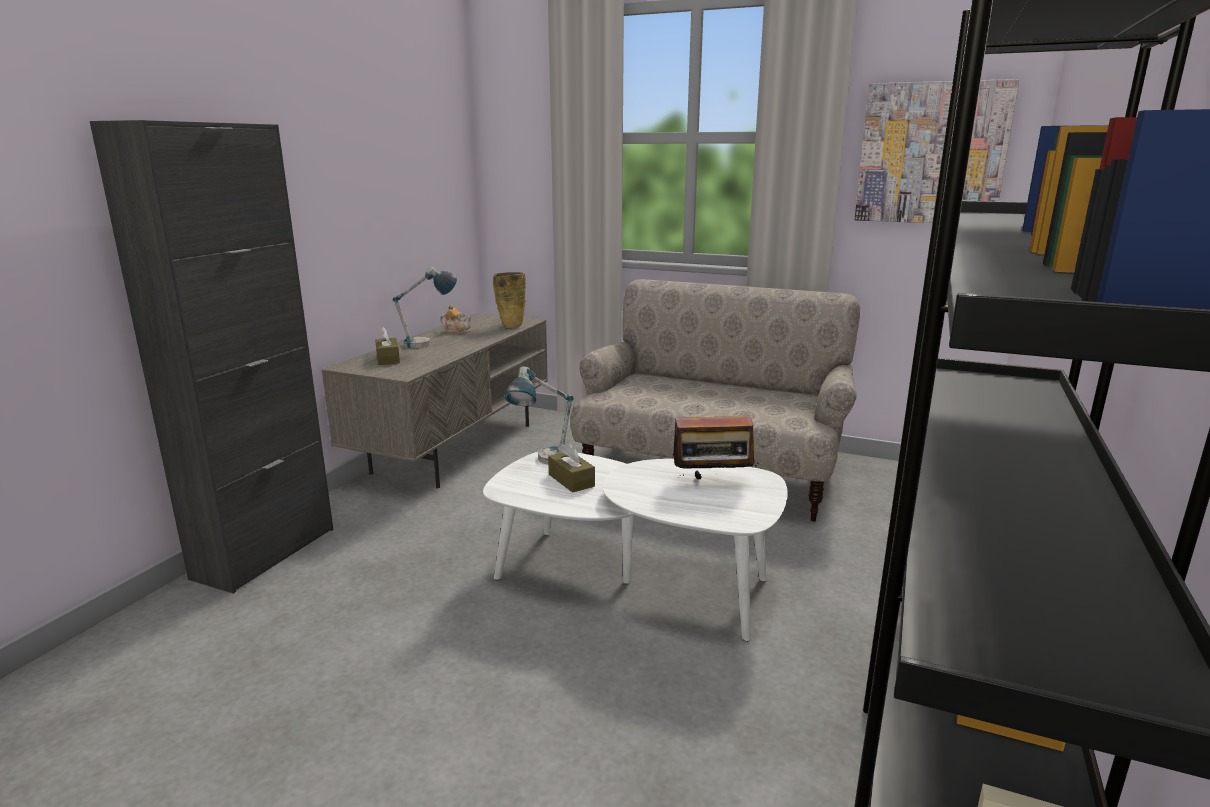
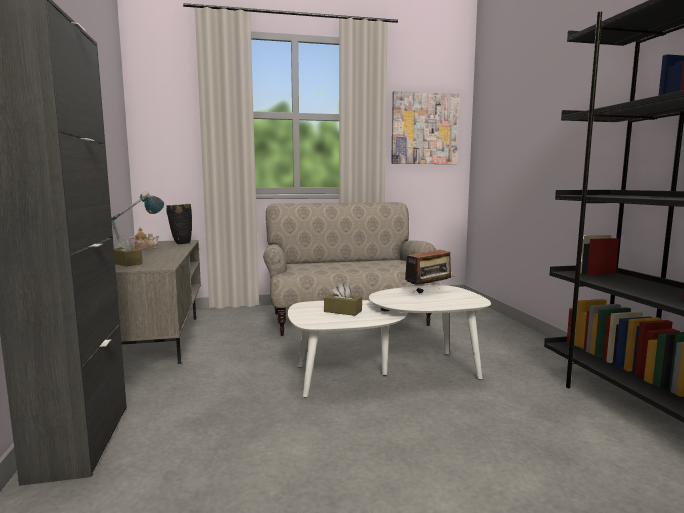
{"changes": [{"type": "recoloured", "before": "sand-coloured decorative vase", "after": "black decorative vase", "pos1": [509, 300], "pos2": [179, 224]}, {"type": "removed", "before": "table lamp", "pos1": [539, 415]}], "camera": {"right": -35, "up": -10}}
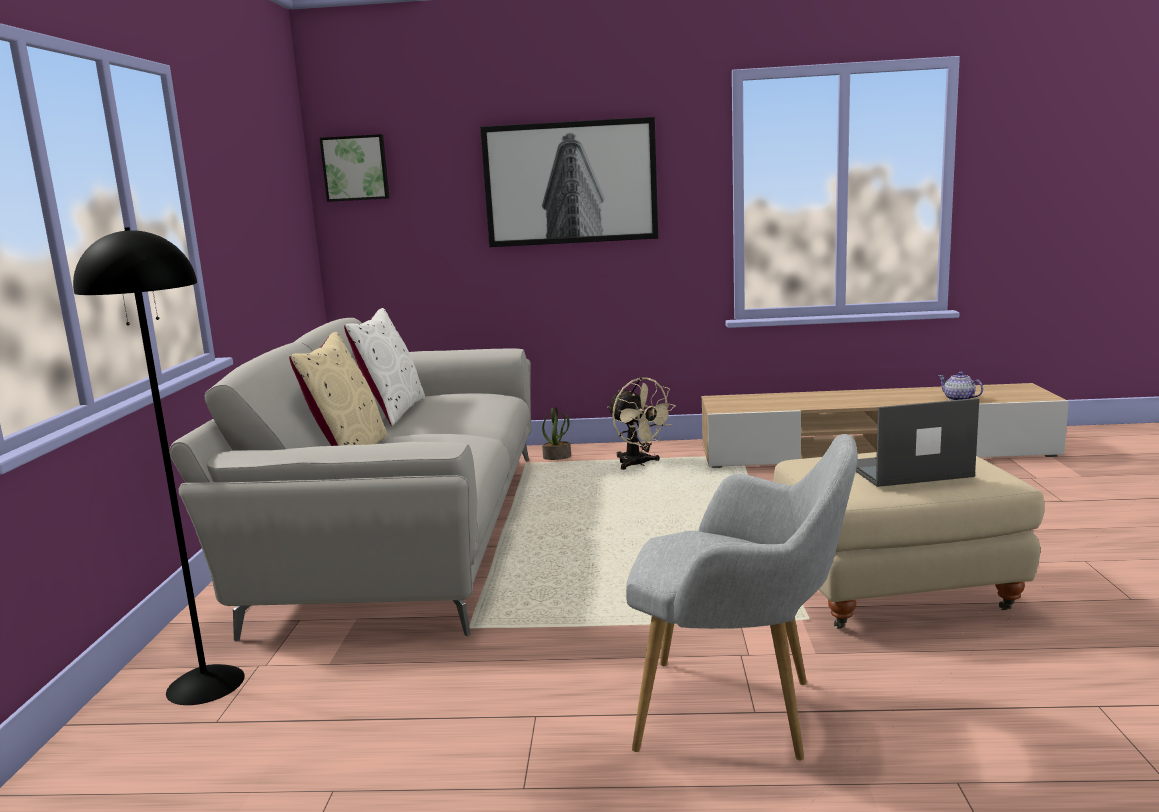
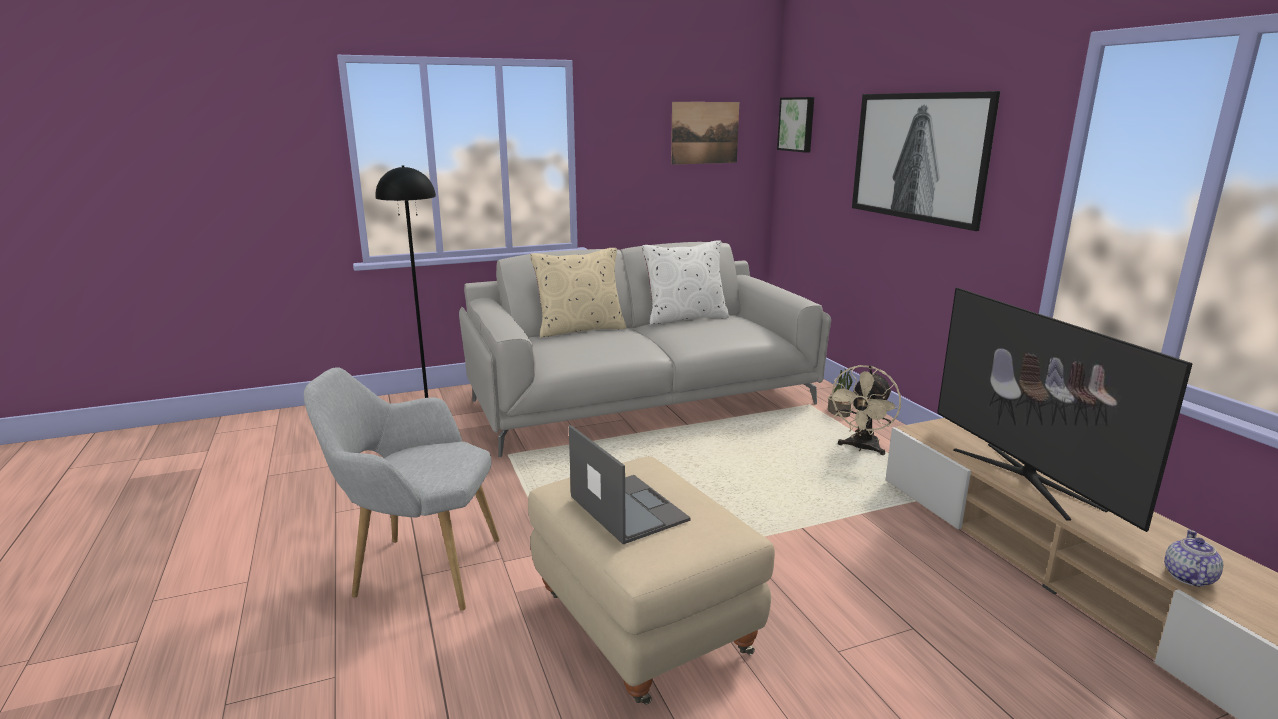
{"changes": [{"type": "turned", "before": "greyish easy chair", "pos1": [742, 597], "pos2": [401, 489], "turn": 105}, {"type": "added", "after": "wall art", "pos2": [705, 133]}, {"type": "added", "after": "TV set", "pos2": [1064, 409]}], "camera": {"right": 65, "up": 5}}
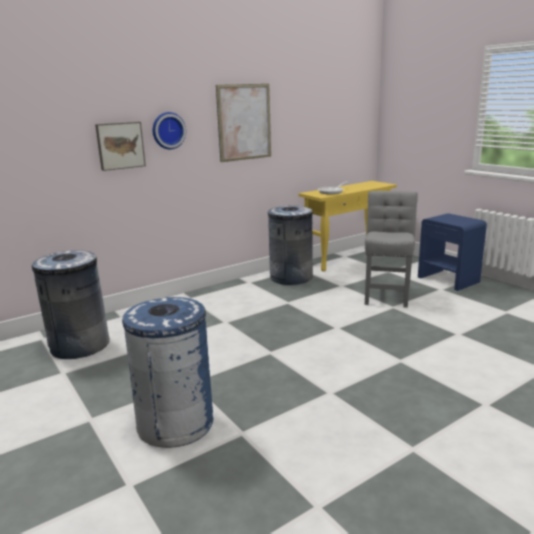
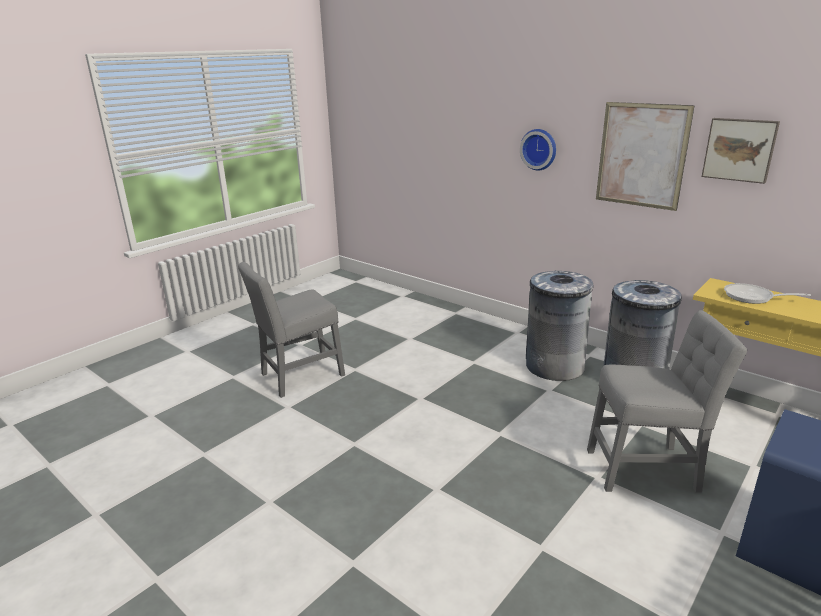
{"changes": [{"type": "moved", "before": "greyish trash can", "pos1": [71, 304], "pos2": [559, 326]}, {"type": "moved", "before": "wall art", "pos1": [120, 146], "pos2": [741, 151]}, {"type": "replaced", "before": "blue-coloured trash can", "after": "greyish plain chair", "pos1": [167, 372], "pos2": [291, 330]}], "camera": {"right": 75, "up": 5}}
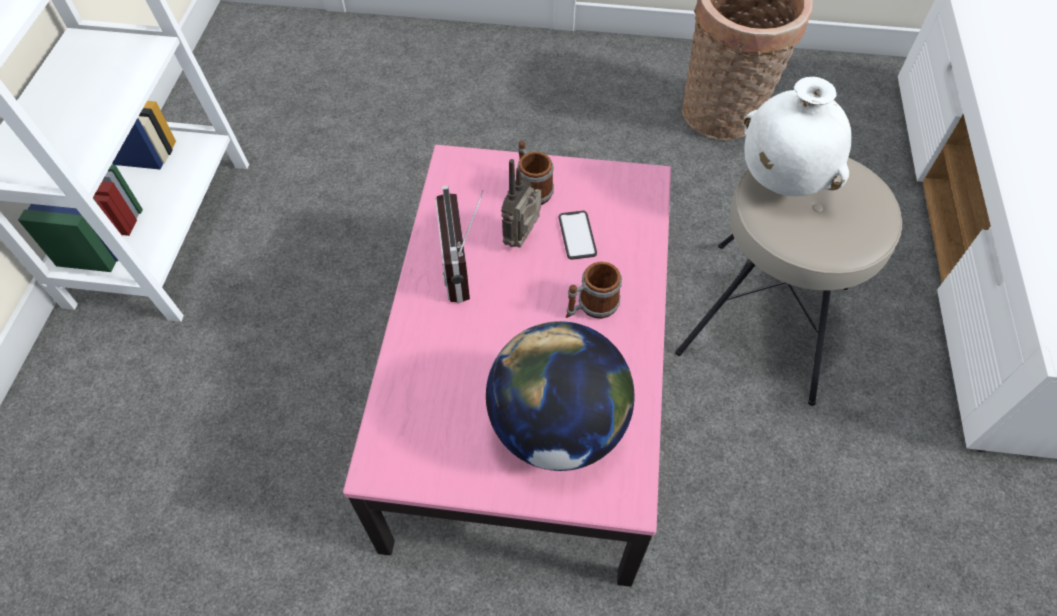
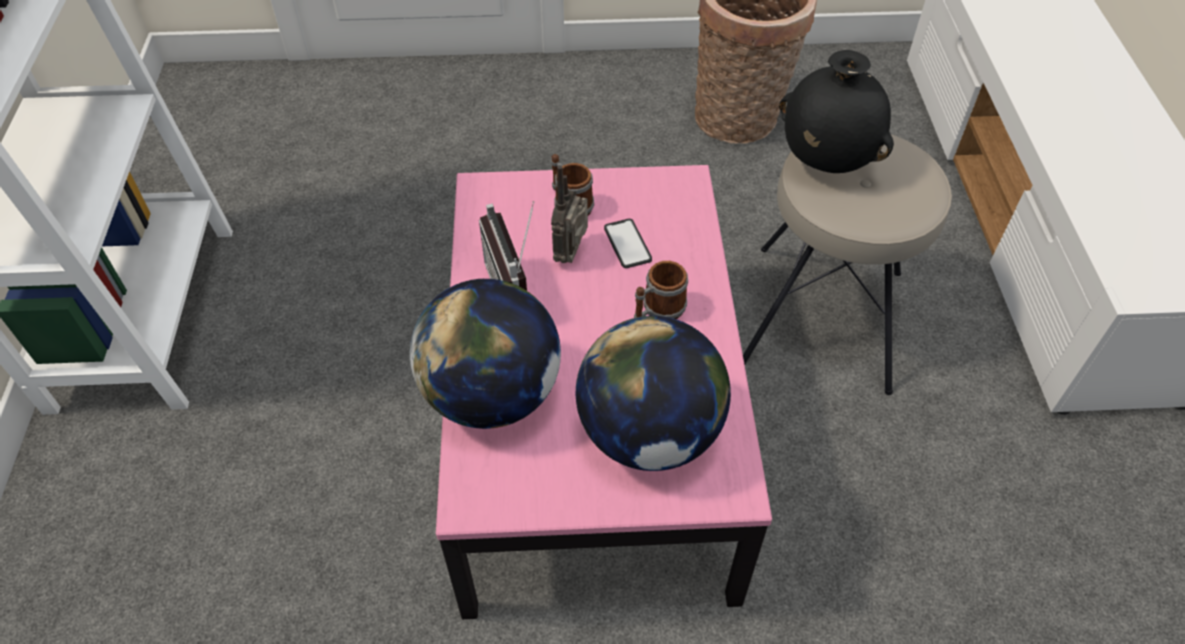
{"changes": [{"type": "recoloured", "before": "white decorative vase", "after": "black decorative vase", "pos1": [797, 137], "pos2": [836, 111]}, {"type": "added", "after": "world globe", "pos2": [485, 354]}], "camera": {"right": -10, "up": -5}}
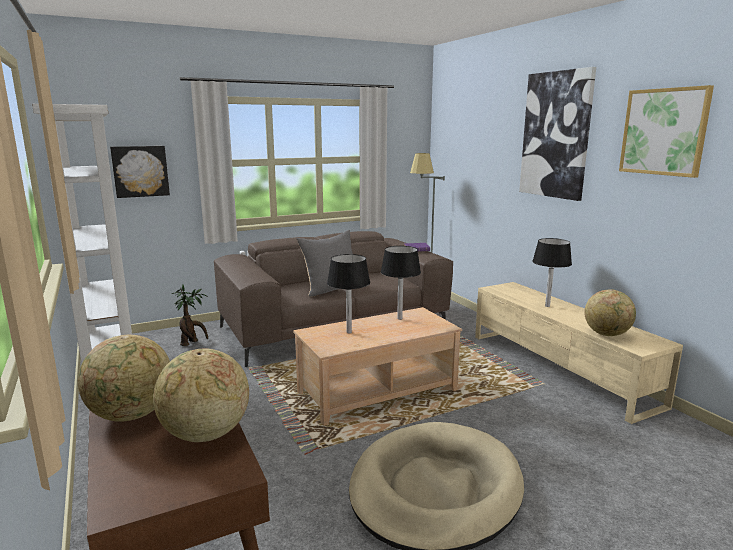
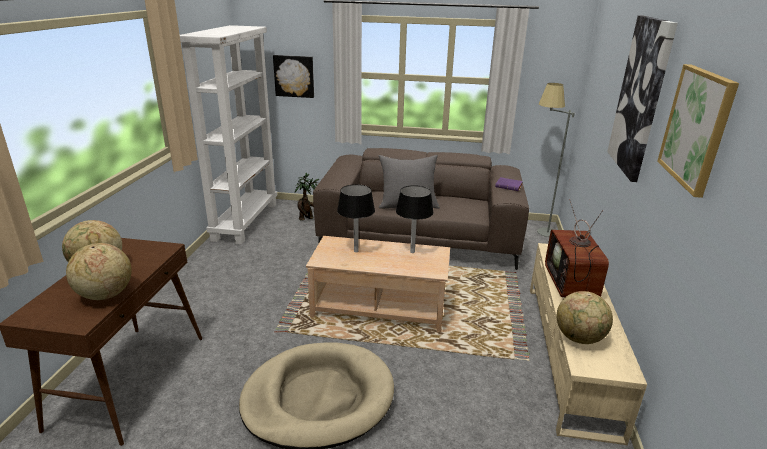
{"changes": [{"type": "replaced", "before": "black table lamp", "after": "TV set", "pos1": [552, 272], "pos2": [577, 248]}], "camera": {"right": 35, "up": 10}}
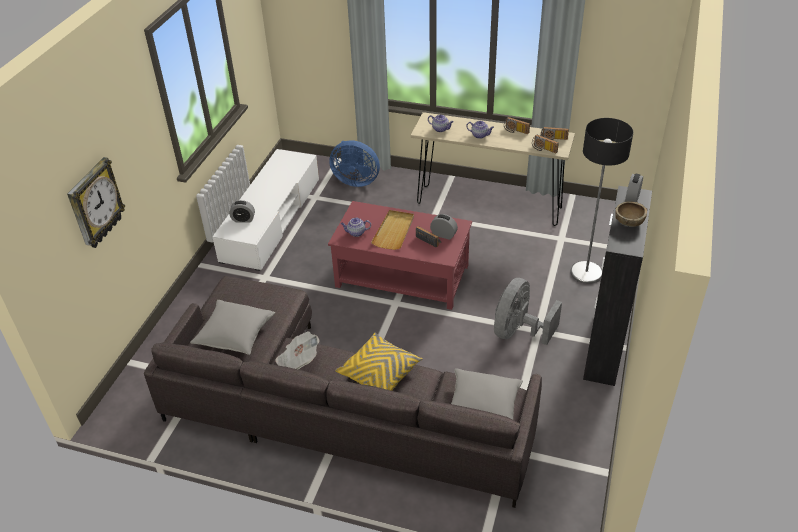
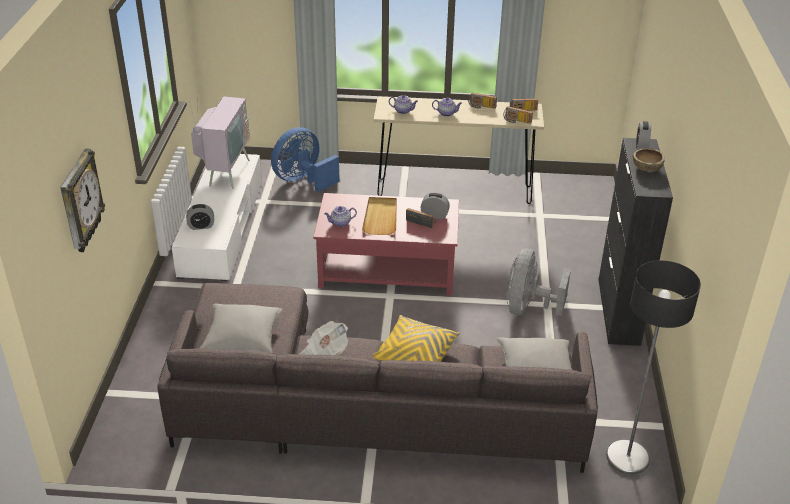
{"changes": [{"type": "turned", "before": "blue-coloured cooling fan", "pos1": [355, 163], "pos2": [305, 159], "turn": 135}, {"type": "moved", "before": "floor lamp", "pos1": [602, 201], "pos2": [653, 367]}, {"type": "added", "after": "TV set", "pos2": [219, 140]}], "camera": {"right": -15, "up": -5}}
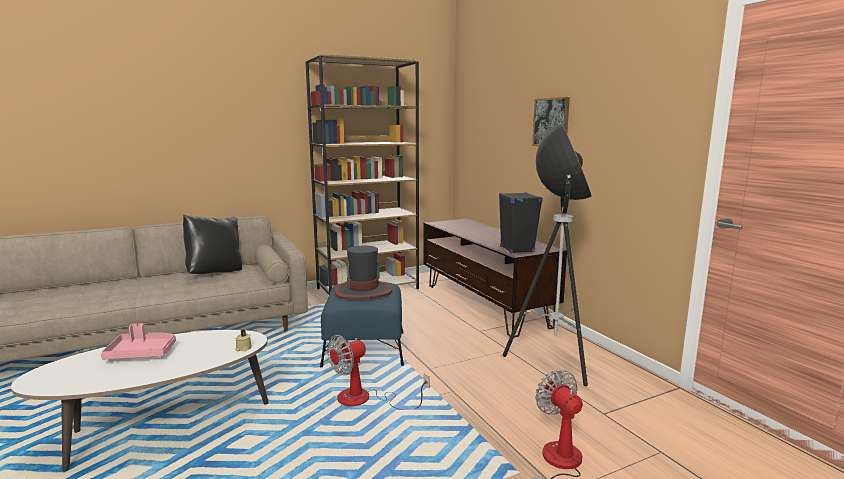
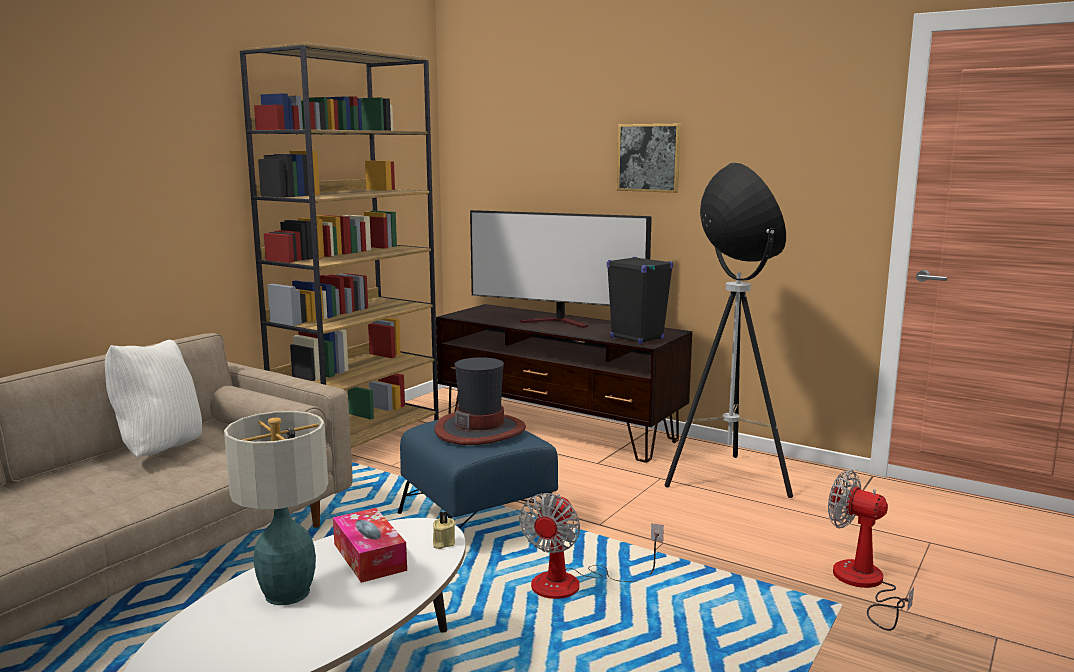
{"changes": [{"type": "replaced", "before": "pink-coloured carrying tray", "after": "table lamp", "pos1": [138, 341], "pos2": [276, 508]}, {"type": "recoloured", "before": "black throw pillow", "after": "white throw pillow", "pos1": [212, 244], "pos2": [153, 398]}, {"type": "added", "after": "tissue holder", "pos2": [370, 545]}, {"type": "added", "after": "TV set", "pos2": [561, 269]}], "camera": {"right": -30, "up": 0}}
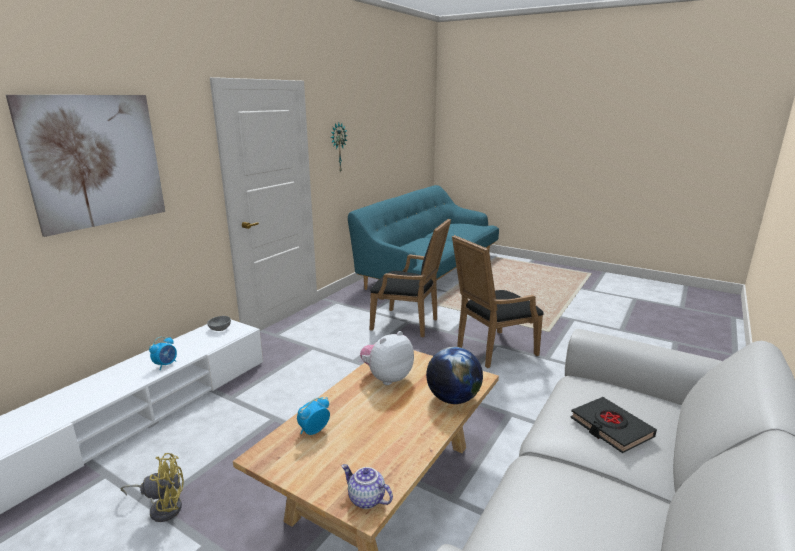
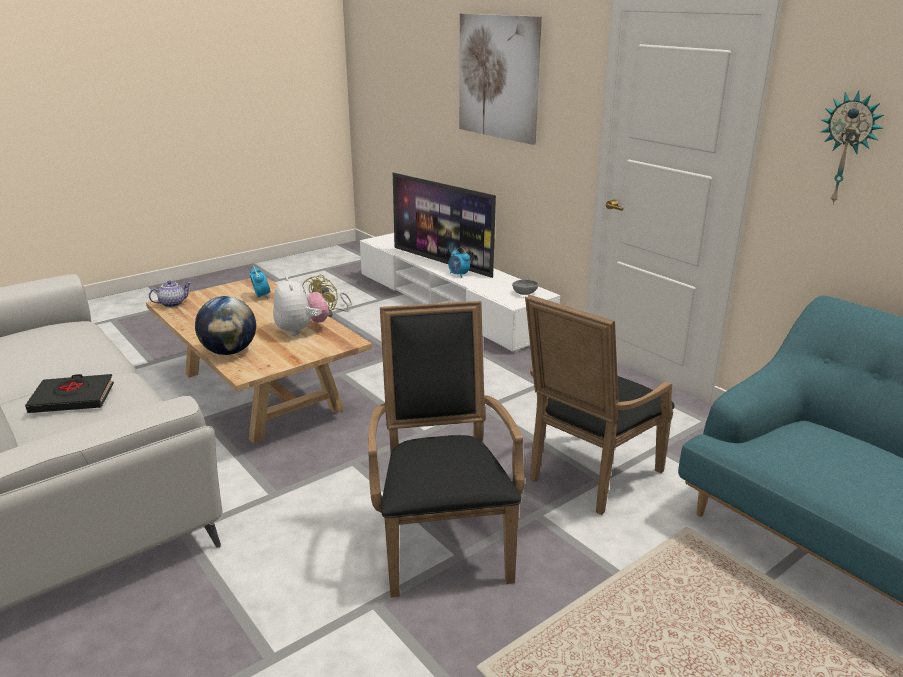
{"changes": [{"type": "added", "after": "TV set", "pos2": [444, 225]}], "camera": {"right": 110, "up": 5}}
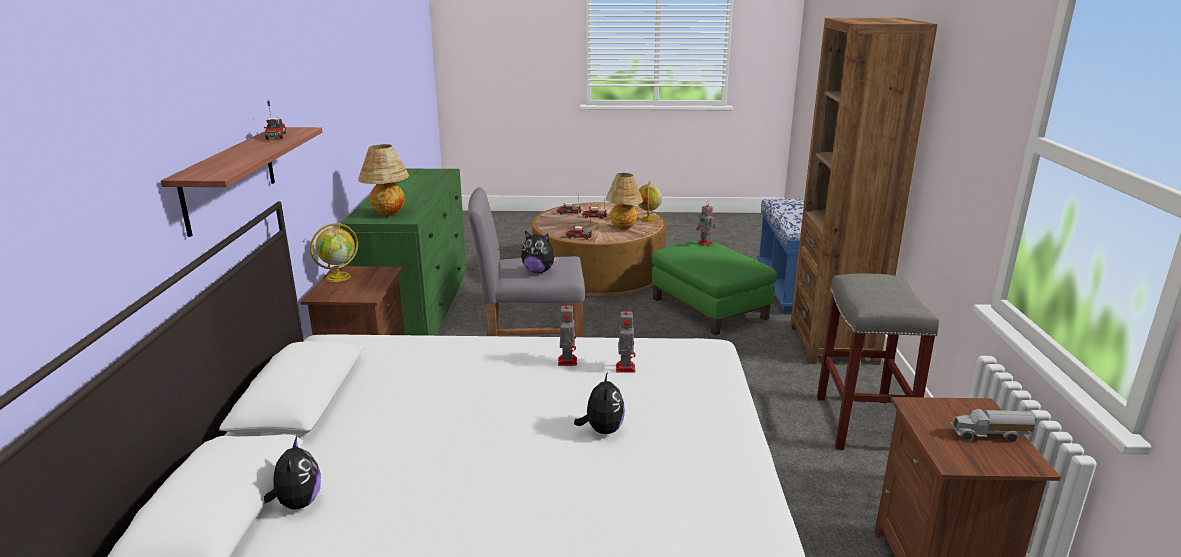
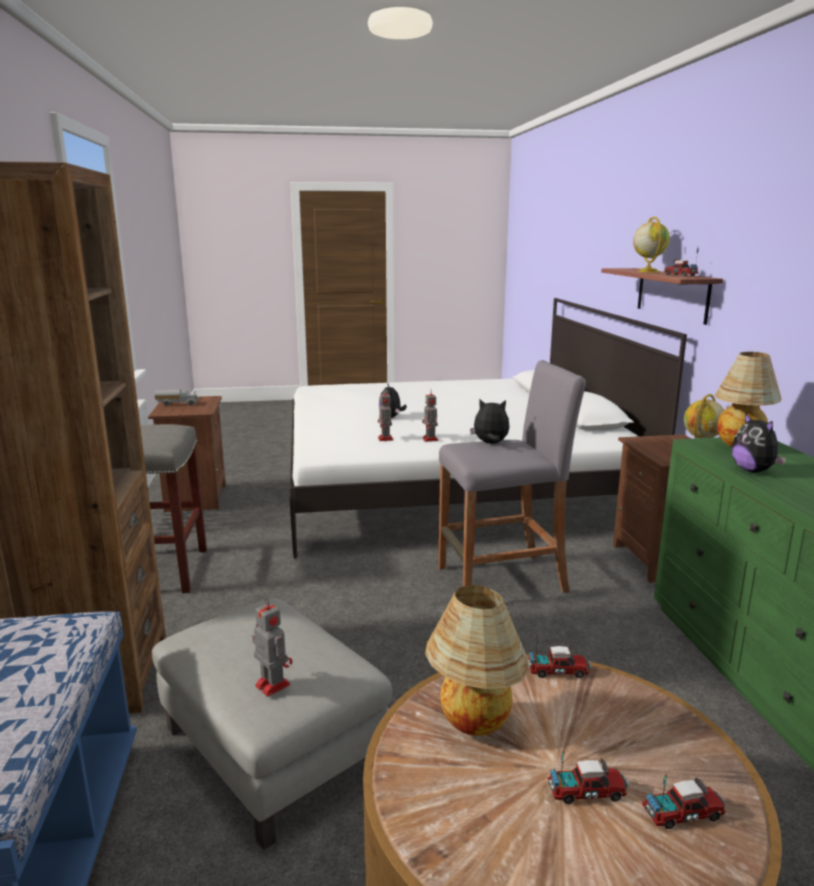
{"changes": [{"type": "moved", "before": "soft toy", "pos1": [292, 473], "pos2": [759, 442]}, {"type": "moved", "before": "world globe", "pos1": [650, 201], "pos2": [651, 245]}, {"type": "recoloured", "before": "greenish footrest", "after": "greyish footrest", "pos1": [714, 287], "pos2": [272, 724]}], "camera": {"right": 170, "up": -5}}
